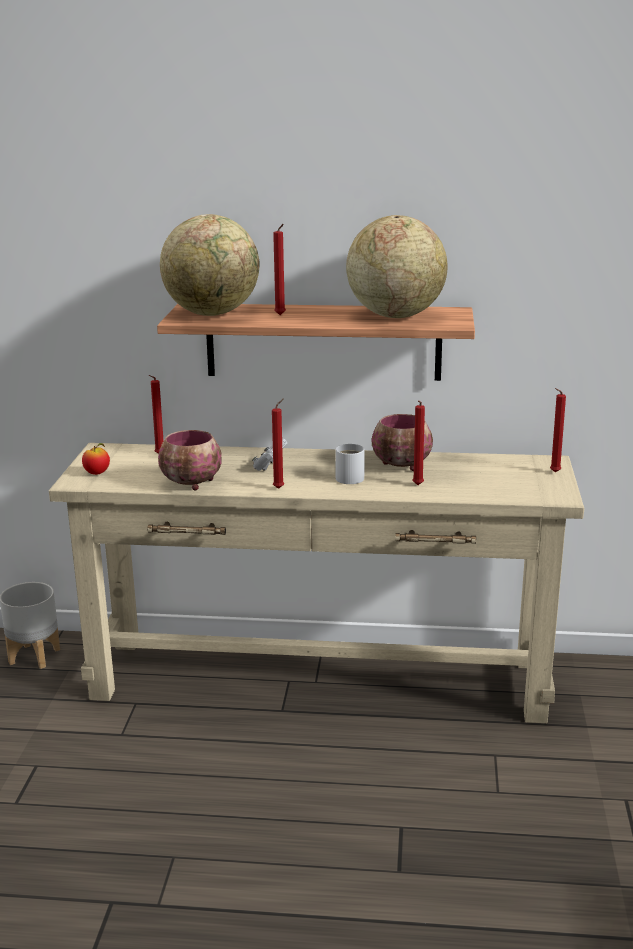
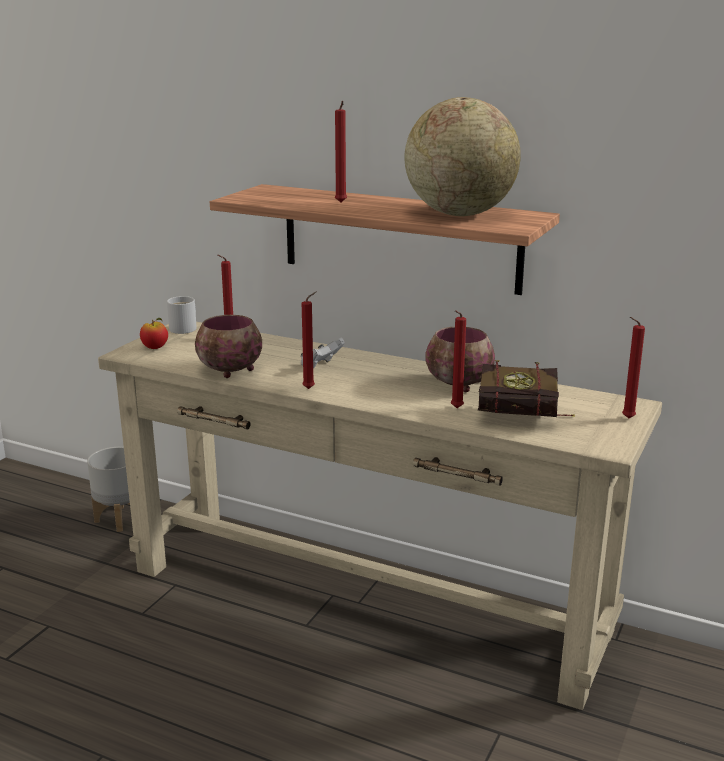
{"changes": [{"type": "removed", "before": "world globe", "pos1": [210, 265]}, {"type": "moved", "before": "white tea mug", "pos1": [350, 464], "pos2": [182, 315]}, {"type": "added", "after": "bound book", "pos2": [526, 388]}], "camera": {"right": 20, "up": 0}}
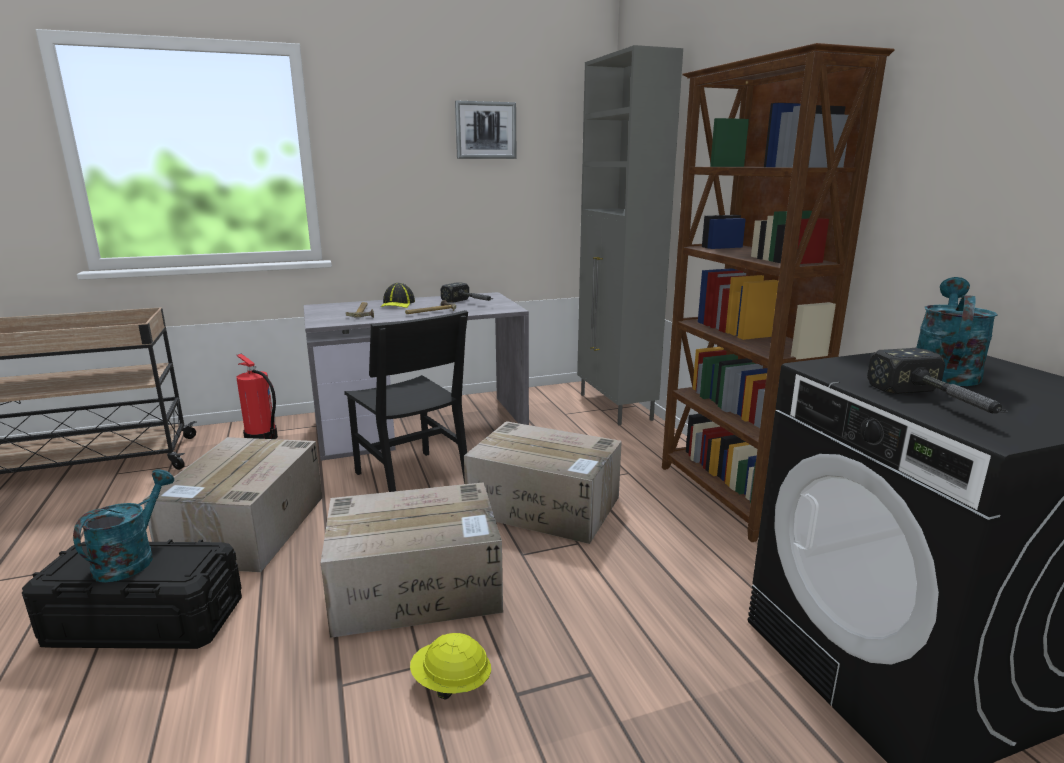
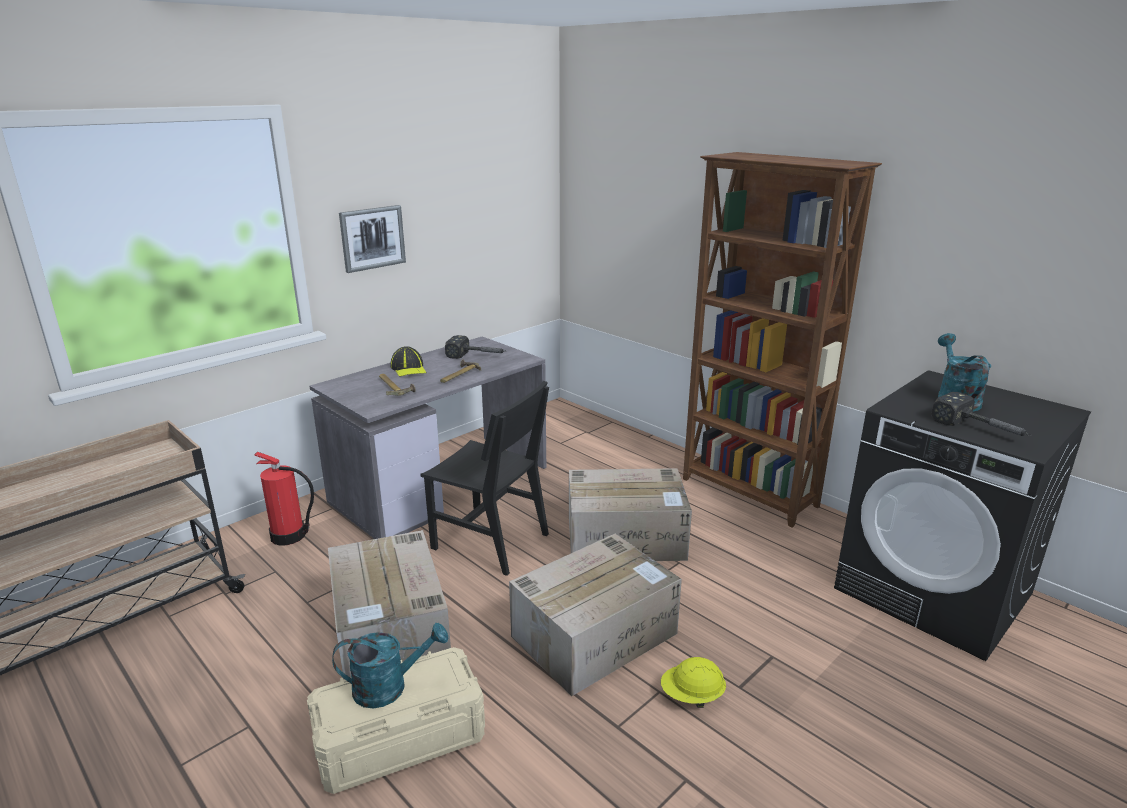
{"changes": [{"type": "recoloured", "before": "black storage container", "after": "sand-coloured storage container", "pos1": [132, 594], "pos2": [396, 720]}, {"type": "turned", "before": "turquoise sprinkling can", "pos1": [123, 526], "pos2": [390, 666], "turn": 90}, {"type": "moved", "before": "wall art", "pos1": [485, 130], "pos2": [372, 239]}, {"type": "removed", "before": "greyish cupboard", "pos1": [630, 235]}], "camera": {"right": -25, "up": 5}}
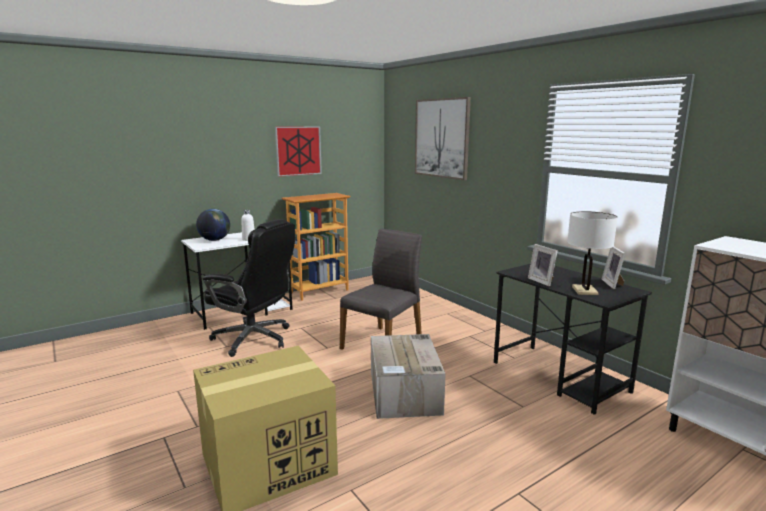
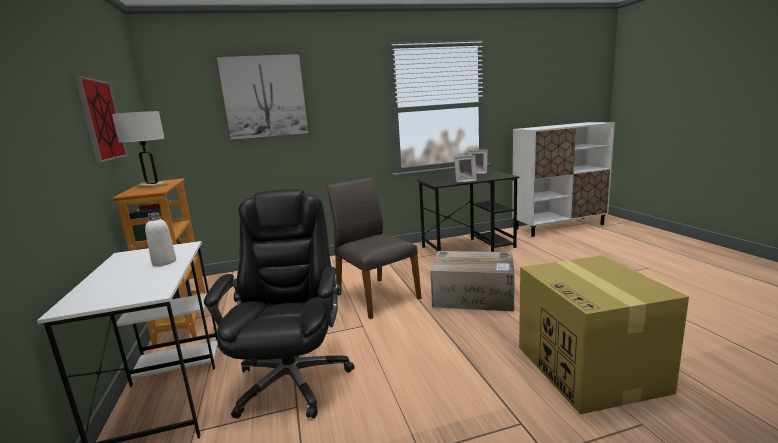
{"changes": [{"type": "removed", "before": "world globe", "pos1": [213, 225]}, {"type": "turned", "before": "black desk chair", "pos1": [248, 288], "pos2": [279, 303], "turn": -45}, {"type": "moved", "before": "white table lamp", "pos1": [592, 253], "pos2": [140, 149]}], "camera": {"right": -70, "up": 0}}
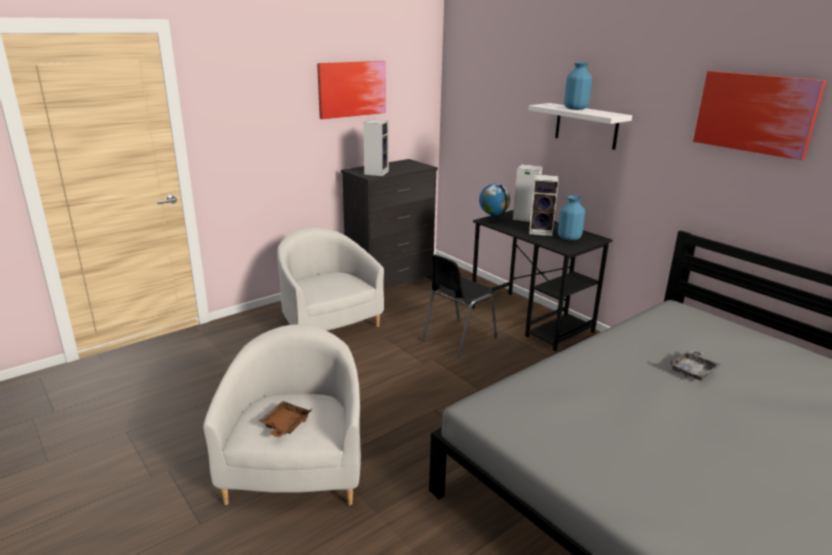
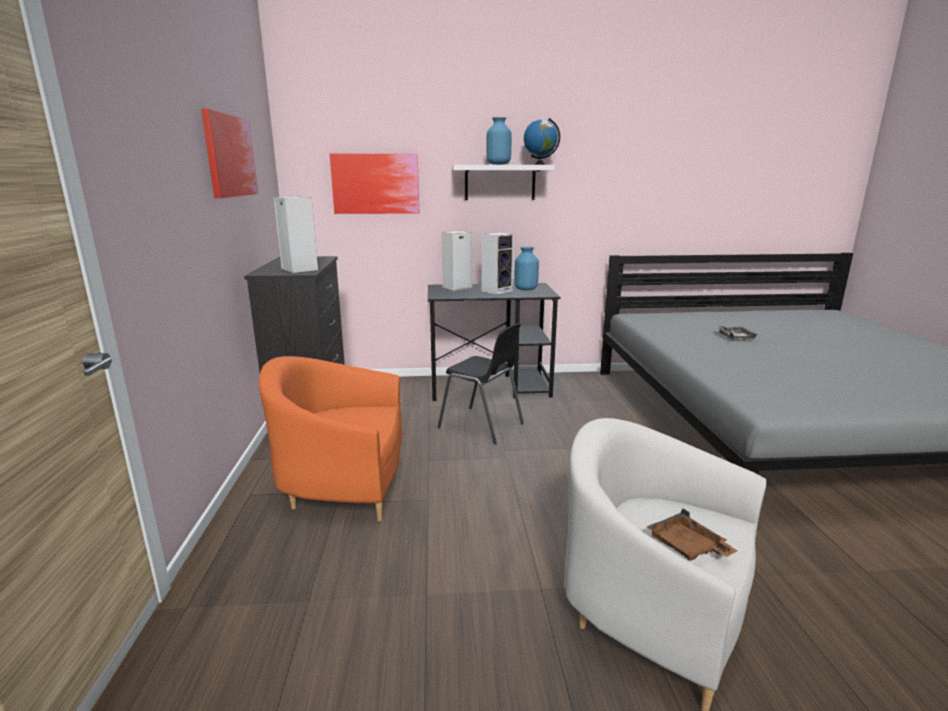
{"changes": [{"type": "recoloured", "before": "white easy chair", "after": "orange easy chair", "pos1": [330, 279], "pos2": [330, 438]}, {"type": "turned", "before": "black plain chair", "pos1": [459, 306], "pos2": [480, 384], "turn": -45}, {"type": "moved", "before": "world globe", "pos1": [495, 203], "pos2": [542, 141]}, {"type": "moved", "before": "wall art", "pos1": [759, 115], "pos2": [374, 184]}], "camera": {"right": -55, "up": -5}}
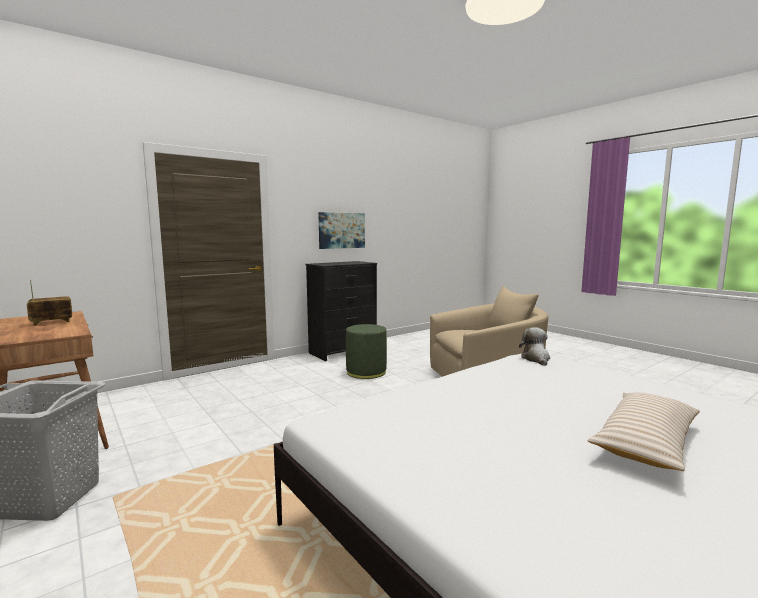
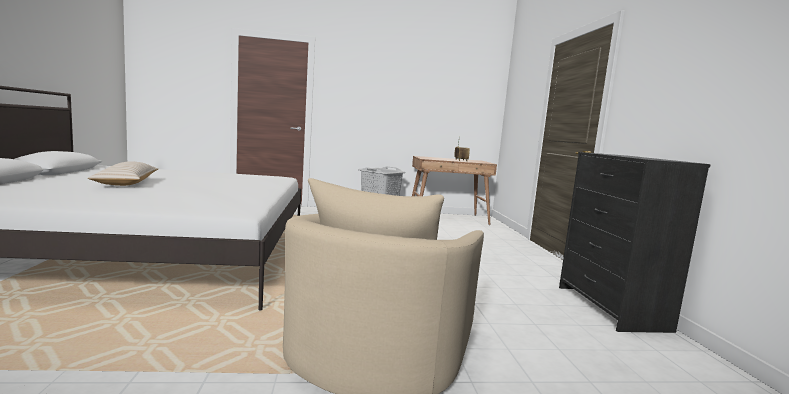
{"changes": [{"type": "removed", "before": "wall art", "pos1": [341, 230]}, {"type": "removed", "before": "greenish footrest", "pos1": [366, 351]}, {"type": "removed", "before": "soft toy", "pos1": [534, 347]}], "camera": {"right": 120, "up": 0}}
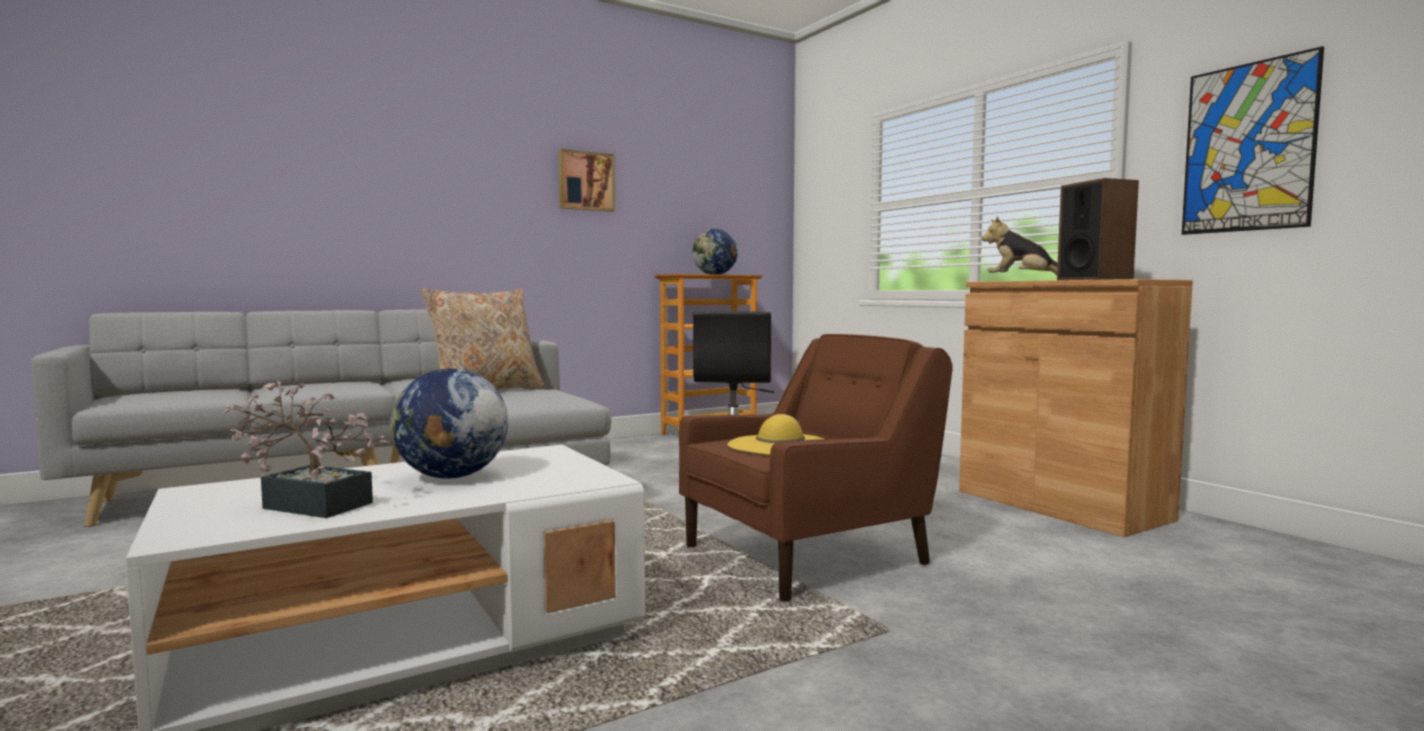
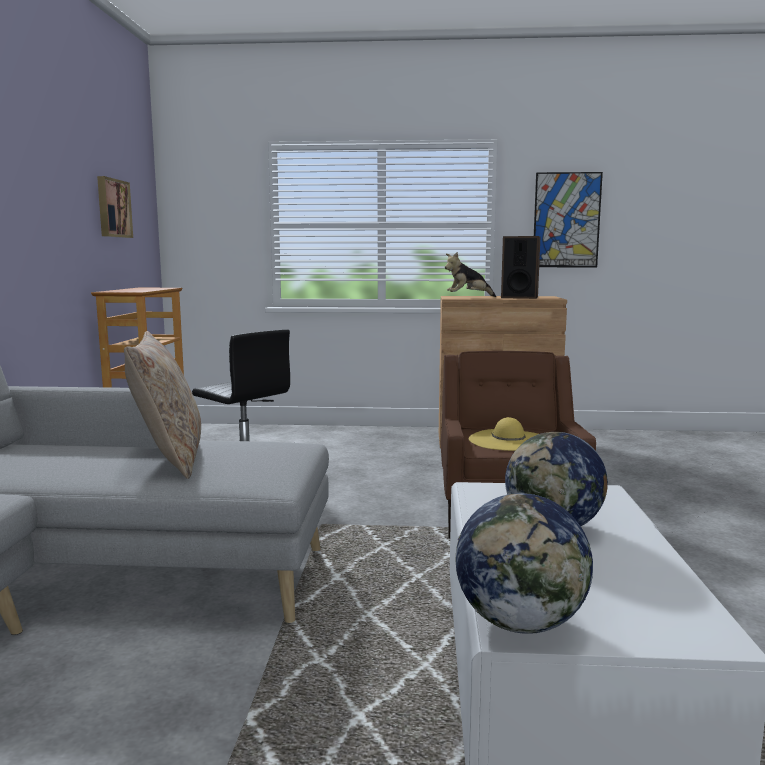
{"changes": [{"type": "removed", "before": "houseplant", "pos1": [306, 449]}, {"type": "moved", "before": "wall art", "pos1": [586, 180], "pos2": [115, 207]}, {"type": "moved", "before": "world globe", "pos1": [715, 252], "pos2": [524, 563]}], "camera": {"right": -55, "up": 5}}
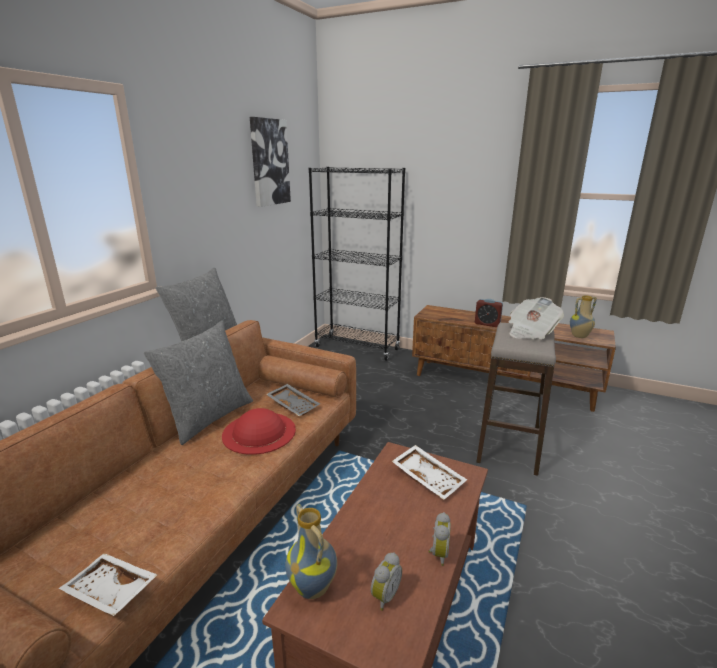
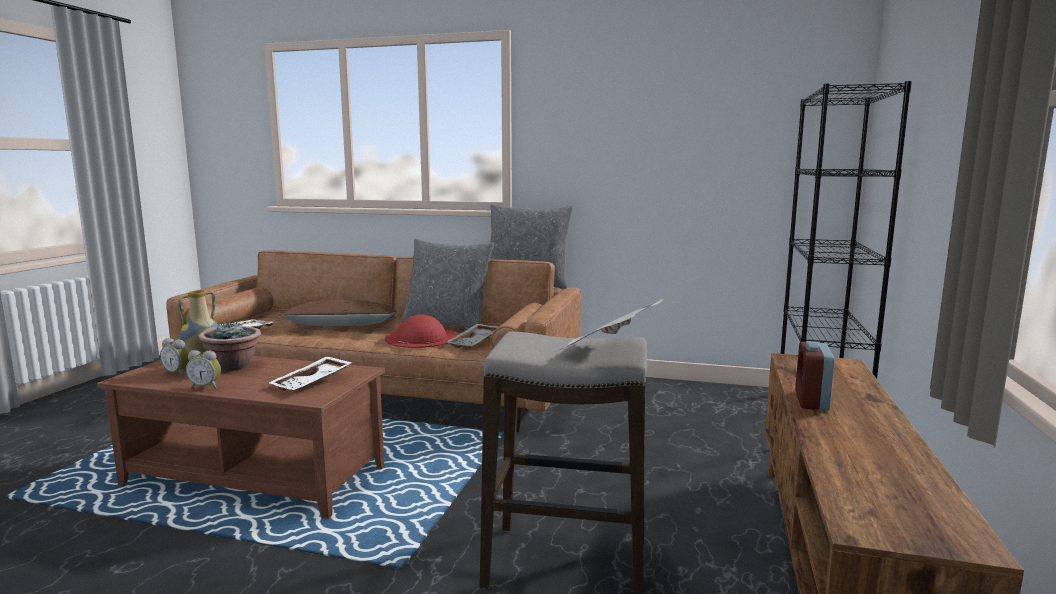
{"changes": [{"type": "removed", "before": "wall art", "pos1": [270, 162]}, {"type": "removed", "before": "decorative vase", "pos1": [583, 316]}, {"type": "added", "after": "houseplant", "pos2": [229, 347]}, {"type": "added", "after": "brown-coloured throw pillow", "pos2": [338, 313]}], "camera": {"right": 80, "up": -10}}
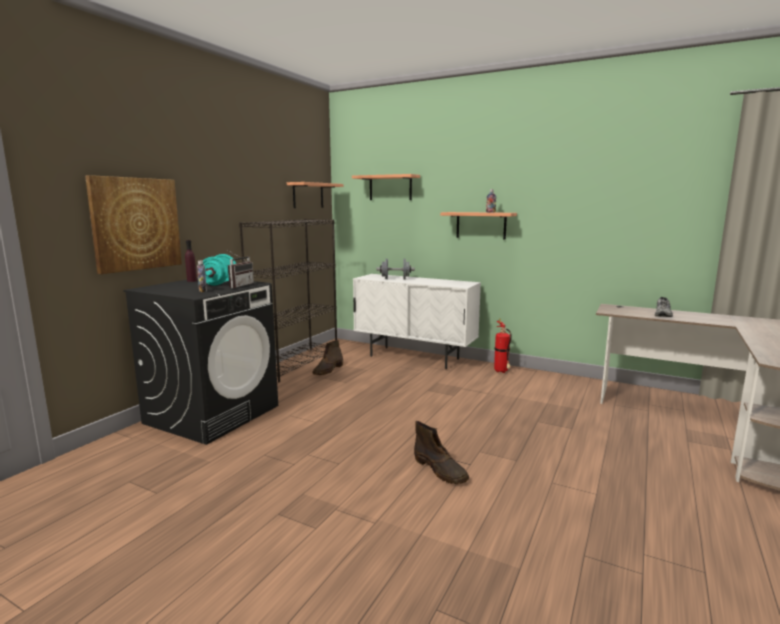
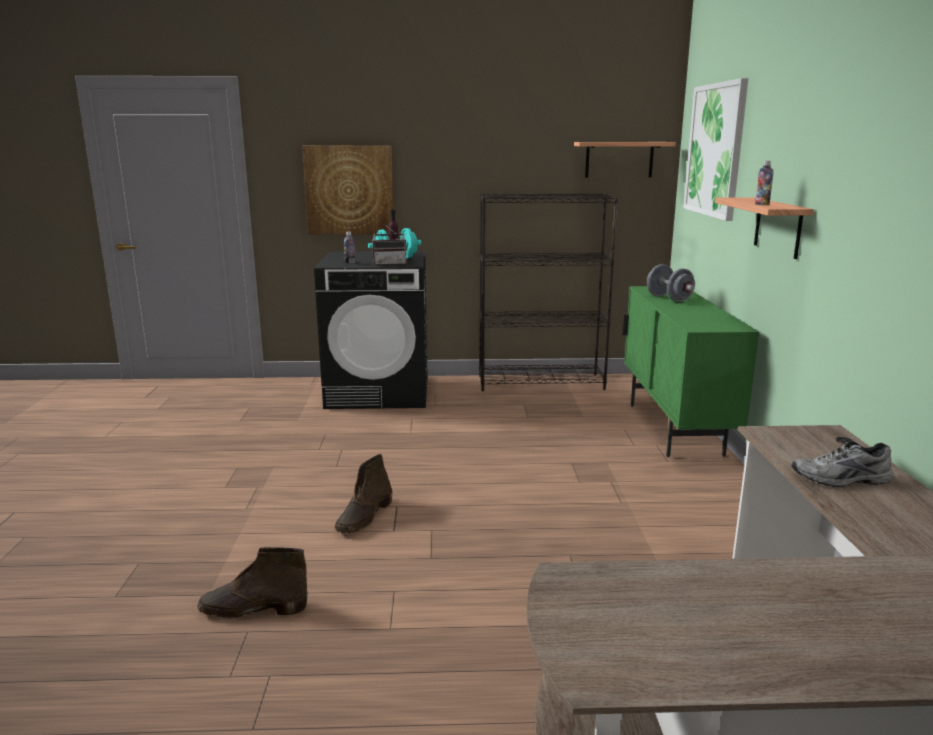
{"changes": [{"type": "moved", "before": "brown-coloured tall boot", "pos1": [327, 357], "pos2": [252, 583]}, {"type": "replaced", "before": "bracket shelf", "after": "wall art", "pos1": [386, 187], "pos2": [715, 149]}, {"type": "recoloured", "before": "white cupboard", "after": "greenish cupboard", "pos1": [417, 321], "pos2": [691, 371]}, {"type": "removed", "before": "fire extinguisher", "pos1": [503, 346]}], "camera": {"right": 60, "up": 5}}
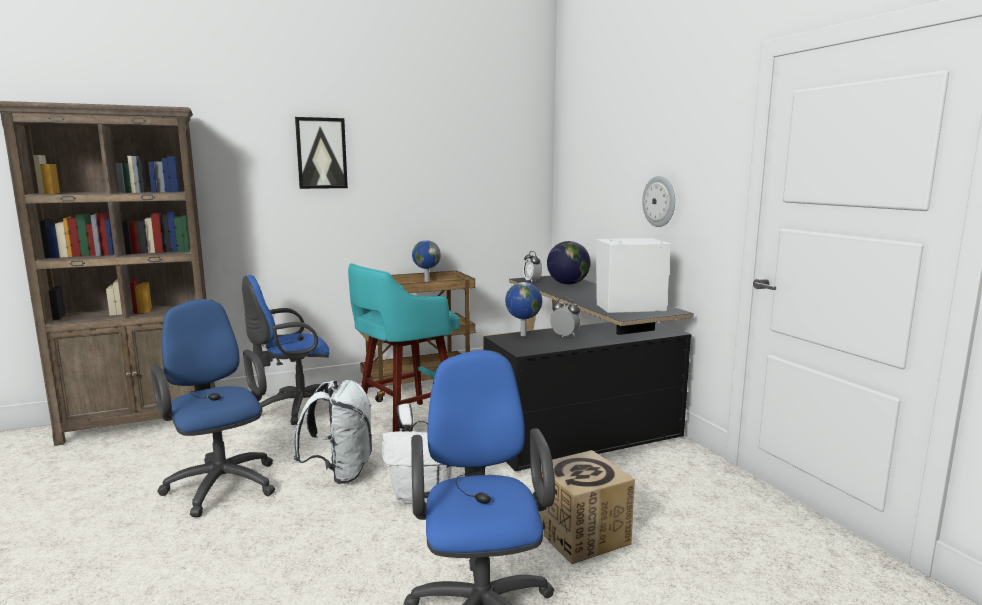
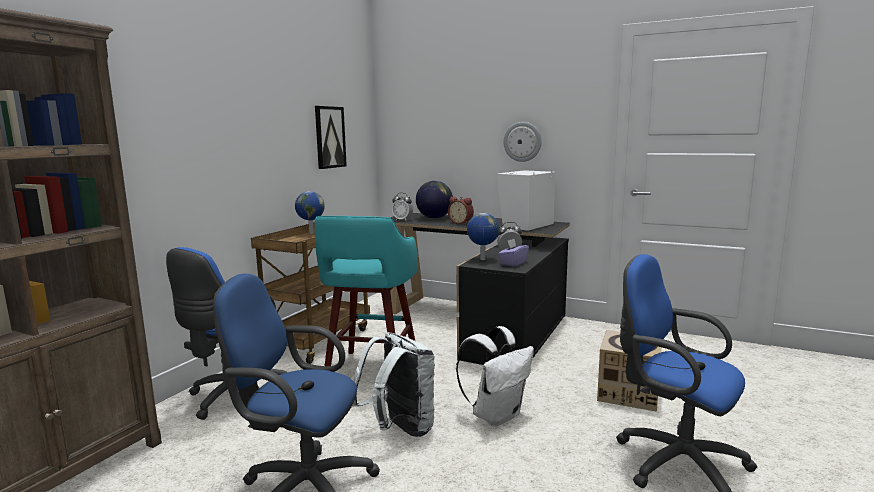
{"changes": [{"type": "moved", "before": "wall art", "pos1": [321, 153], "pos2": [331, 137]}, {"type": "added", "after": "alarm clock", "pos2": [461, 210]}, {"type": "added", "after": "purple tissue holder", "pos2": [513, 253]}], "camera": {"right": -40, "up": 0}}
